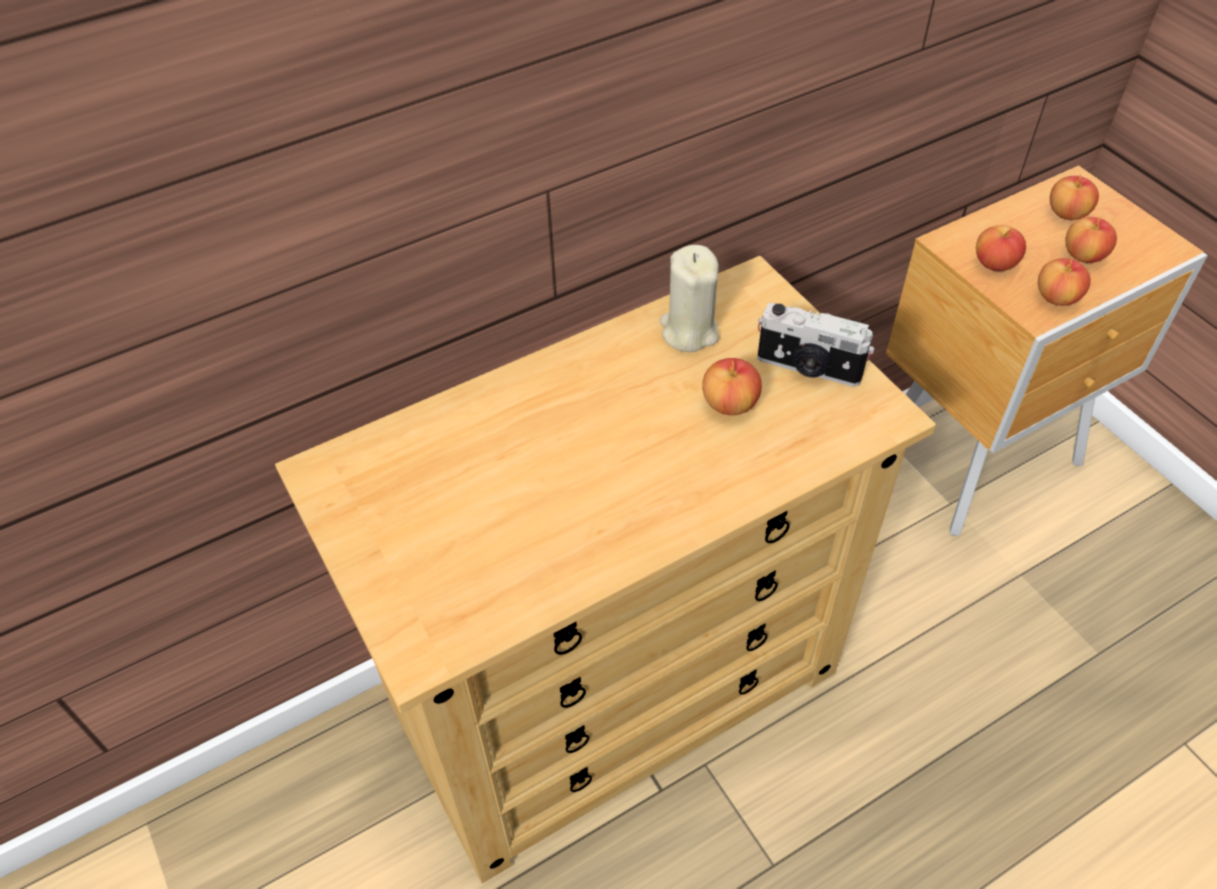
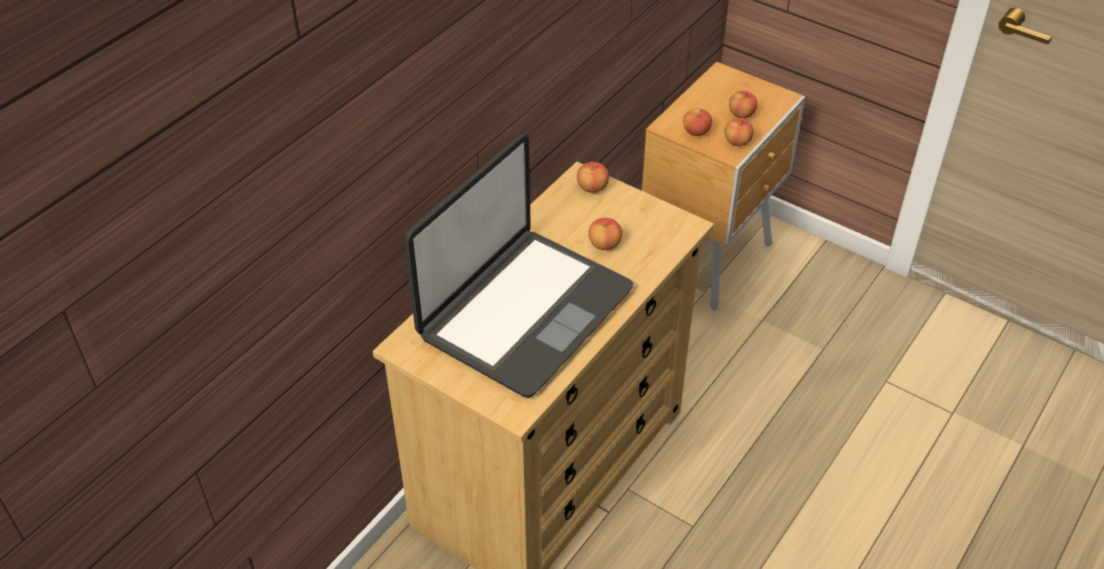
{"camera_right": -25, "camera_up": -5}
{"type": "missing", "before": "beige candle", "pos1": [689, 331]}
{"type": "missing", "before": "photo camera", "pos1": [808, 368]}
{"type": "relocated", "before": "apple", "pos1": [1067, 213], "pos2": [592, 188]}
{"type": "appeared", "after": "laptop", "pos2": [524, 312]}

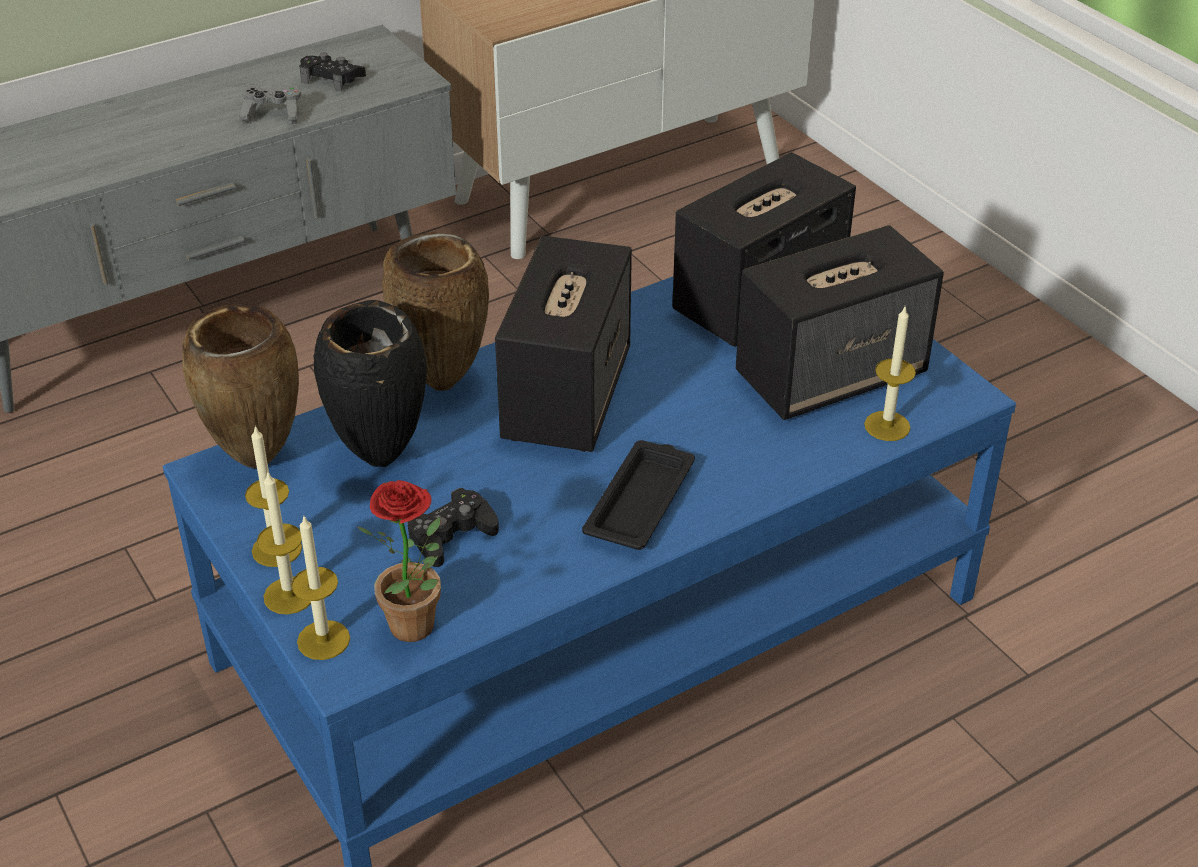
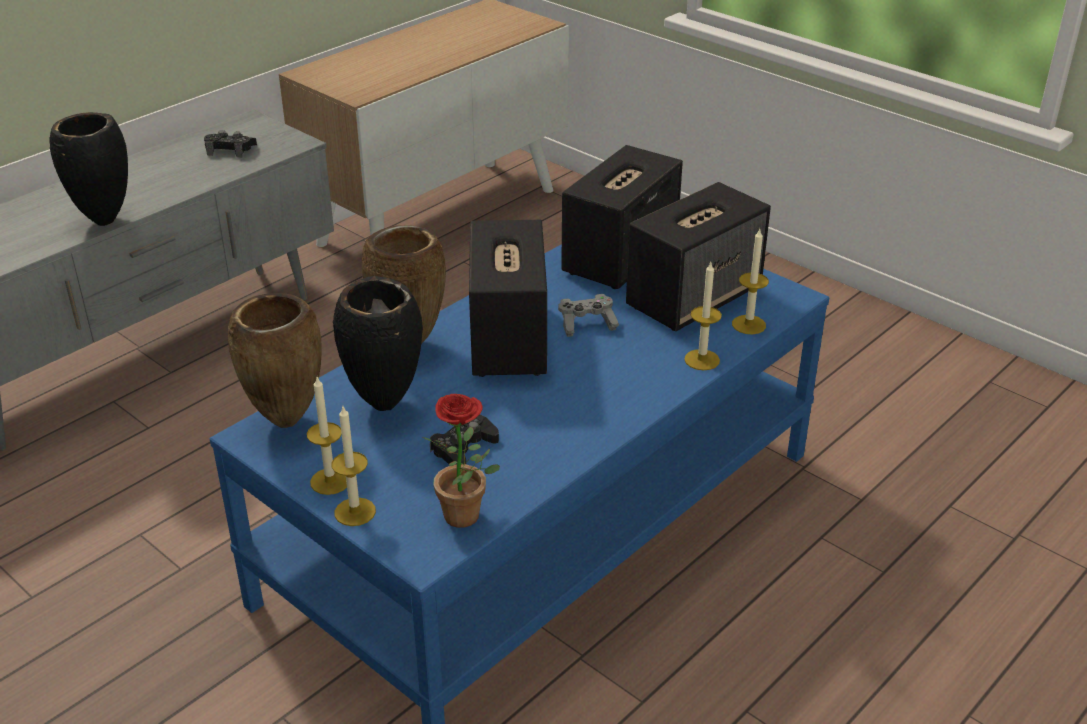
{"camera_right": -15, "camera_up": -5}
{"type": "relocated", "before": "grey game controller", "pos1": [273, 114], "pos2": [587, 324]}
{"type": "relocated", "before": "candle", "pos1": [323, 640], "pos2": [702, 360]}
{"type": "missing", "before": "black tray", "pos1": [641, 501]}
{"type": "appeared", "after": "black vase", "pos2": [105, 222]}

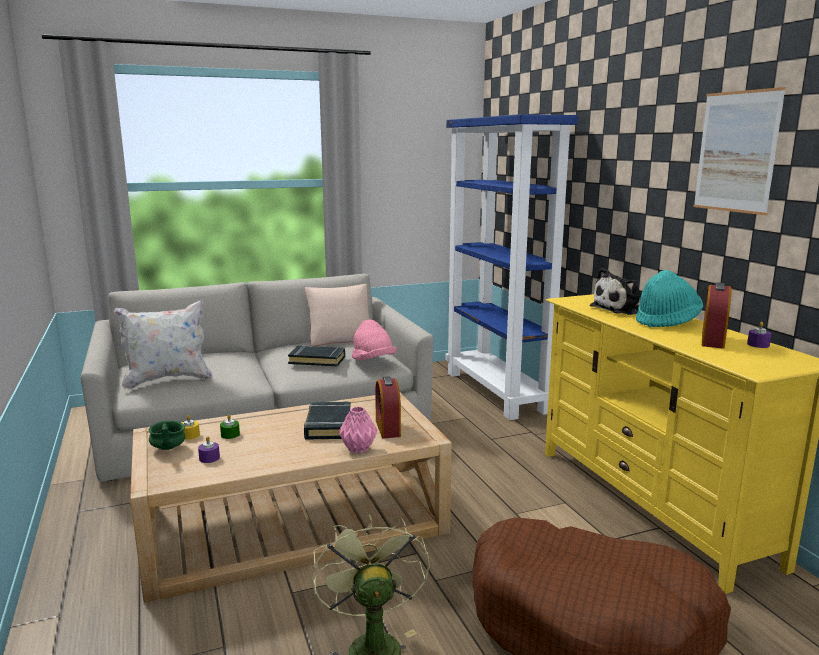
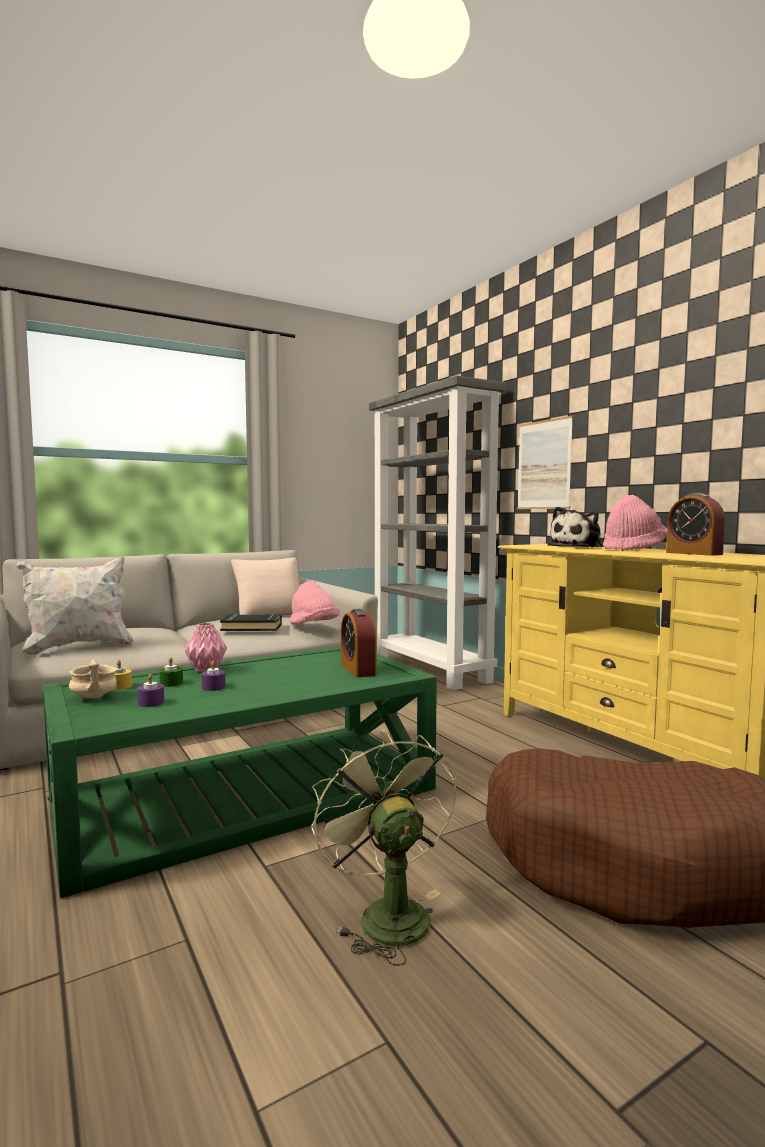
{"camera_right": -10, "camera_up": -10}
{"type": "colour", "before": "beige coffee table", "after": "green coffee table", "pos1": [293, 523], "pos2": [246, 795]}
{"type": "colour", "before": "green bowl", "after": "beige bowl", "pos1": [169, 448], "pos2": [95, 696]}
{"type": "missing", "before": "black book", "pos1": [328, 425]}
{"type": "relocated", "before": "pink vase", "pos1": [358, 449], "pos2": [206, 669]}
{"type": "colour", "before": "blue bookcase", "after": "grey bookcase", "pos1": [497, 392], "pos2": [431, 669]}
{"type": "colour", "before": "turquoise hat", "after": "pink hat", "pos1": [667, 322], "pos2": [633, 549]}
{"type": "relocated", "before": "picture", "pos1": [736, 152], "pos2": [544, 465]}
{"type": "spun", "before": "alarm clock", "pos1": [712, 341], "pos2": [693, 553], "turn": -45}
{"type": "relocated", "before": "purple candle", "pos1": [758, 344], "pos2": [213, 687]}

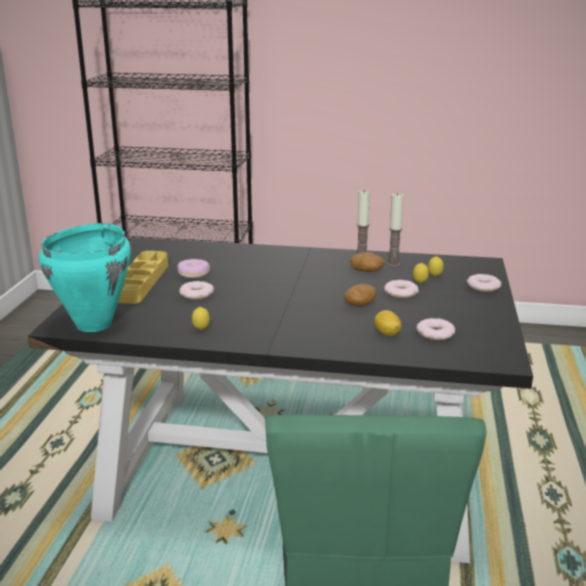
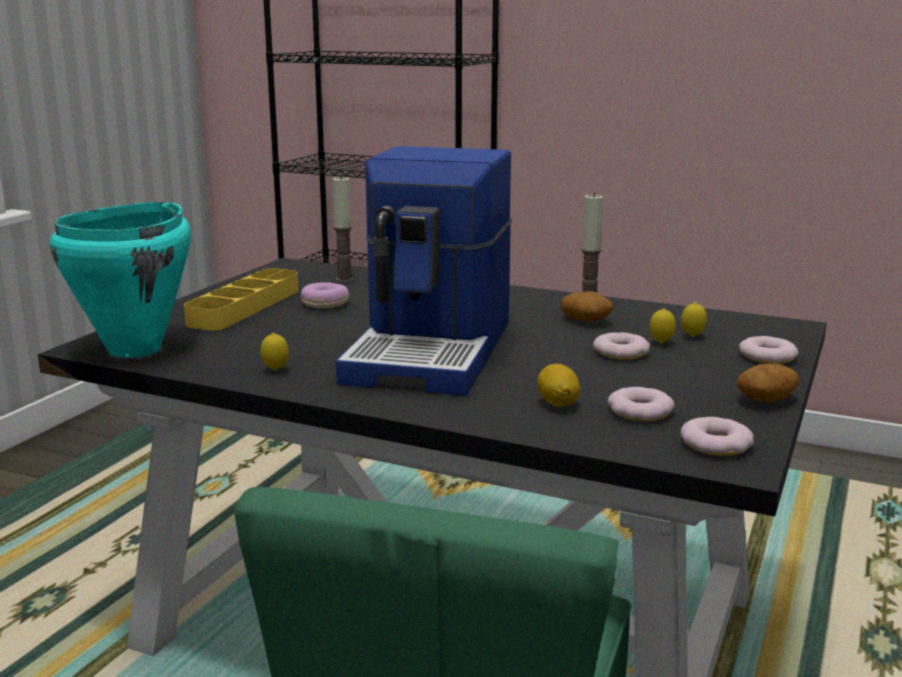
{"camera_right": 15, "camera_up": -5}
{"type": "relocated", "before": "donut", "pos1": [197, 294], "pos2": [716, 444]}
{"type": "relocated", "before": "potato", "pos1": [360, 304], "pos2": [766, 400]}
{"type": "relocated", "before": "candle", "pos1": [393, 264], "pos2": [344, 279]}
{"type": "appeared", "after": "coffee machine", "pos2": [433, 351]}

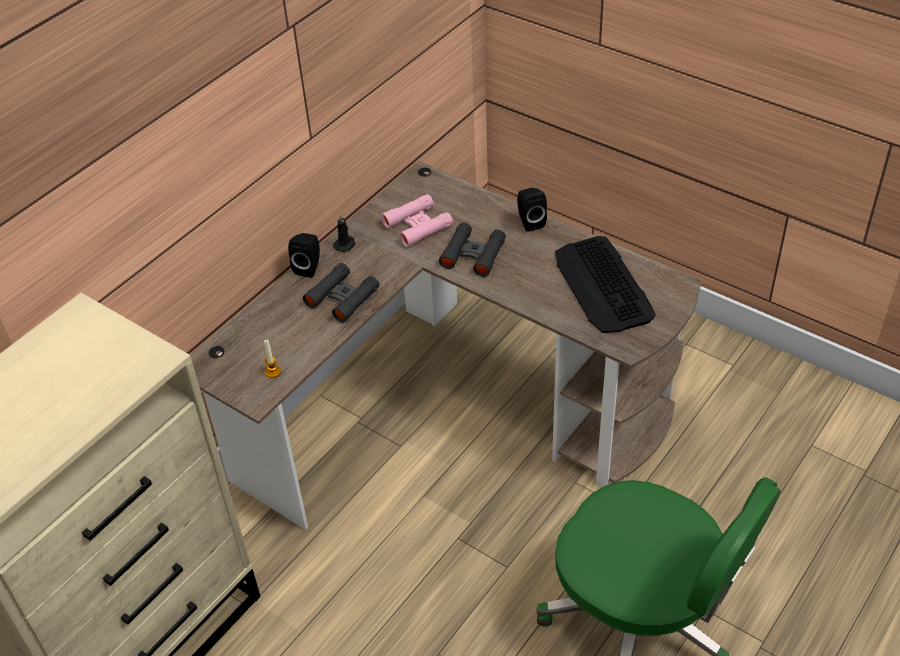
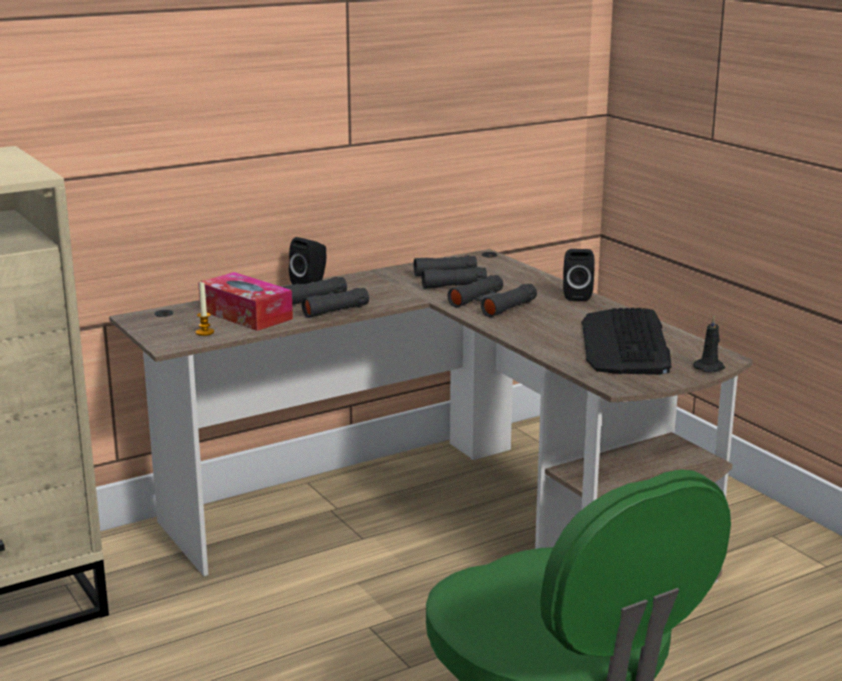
{"camera_right": 20, "camera_up": -25}
{"type": "relocated", "before": "black candle", "pos1": [345, 244], "pos2": [710, 368]}
{"type": "colour", "before": "pink binoculars", "after": "black binoculars", "pos1": [417, 225], "pos2": [449, 280]}
{"type": "appeared", "after": "tissue box", "pos2": [246, 314]}

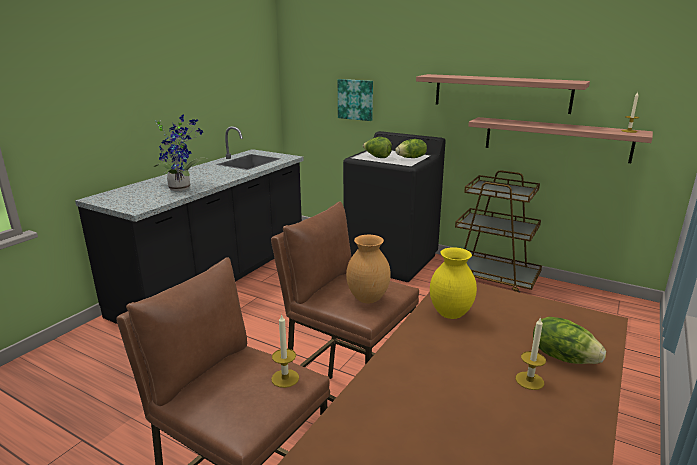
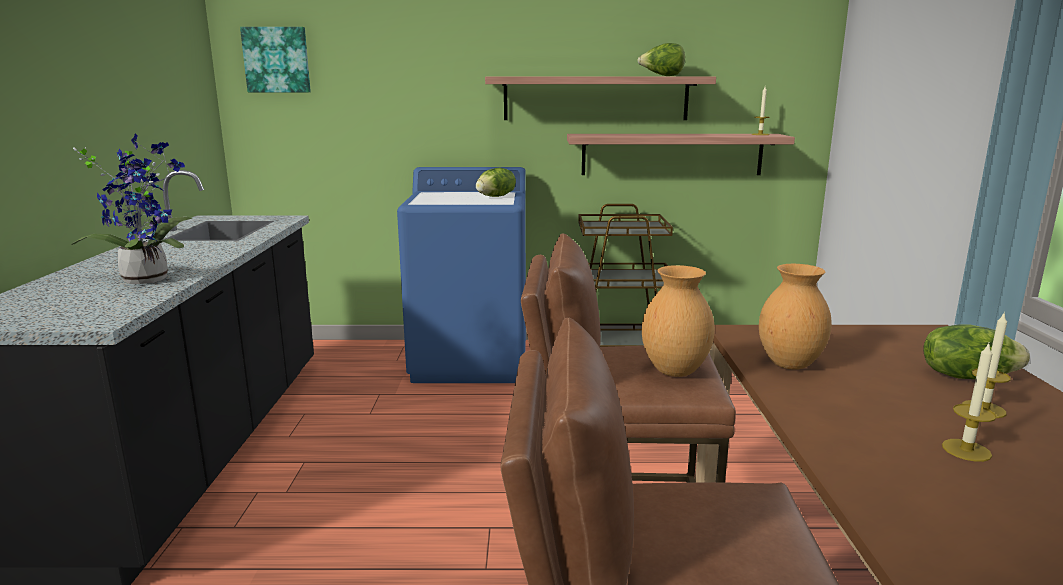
{"camera_right": -30, "camera_up": -5}
{"type": "relocated", "before": "candle", "pos1": [285, 378], "pos2": [966, 450]}
{"type": "relocated", "before": "picture", "pos1": [356, 99], "pos2": [277, 60]}
{"type": "colour", "before": "black washing machine", "after": "blue washing machine", "pos1": [391, 261], "pos2": [471, 361]}
{"type": "relocated", "before": "lettuce", "pos1": [377, 157], "pos2": [662, 76]}
{"type": "colour", "before": "yellow vase", "after": "brown vase", "pos1": [450, 314], "pos2": [788, 364]}

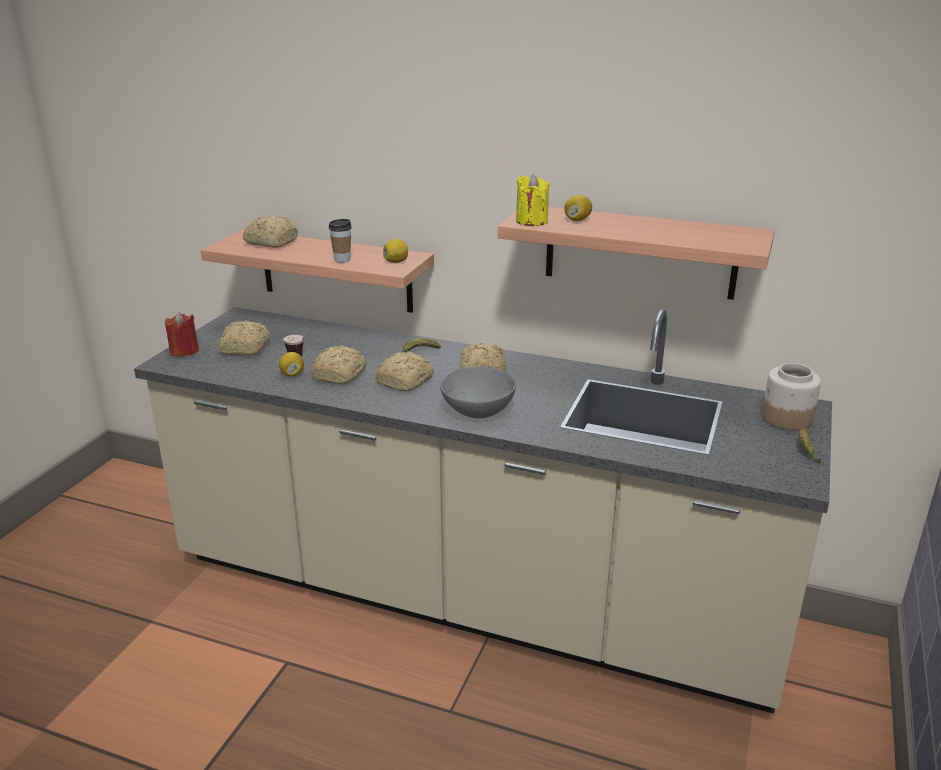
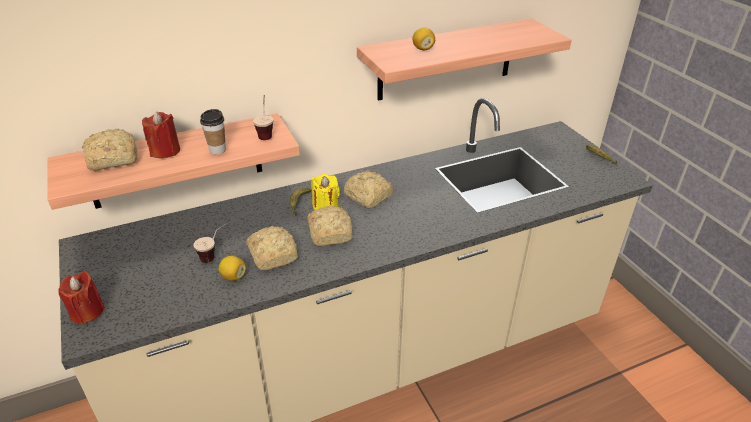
{"camera_right": -45, "camera_up": 10}
{"type": "missing", "before": "bread", "pos1": [244, 348]}
{"type": "exchanged", "before": "lemon", "after": "cup", "pos1": [396, 262], "pos2": [266, 133]}
{"type": "missing", "before": "grey bowl", "pos1": [477, 411]}
{"type": "relocated", "before": "yellow candle", "pos1": [531, 221], "pos2": [325, 207]}
{"type": "missing", "before": "jar", "pos1": [786, 418]}
{"type": "appeared", "after": "red candle", "pos2": [165, 151]}

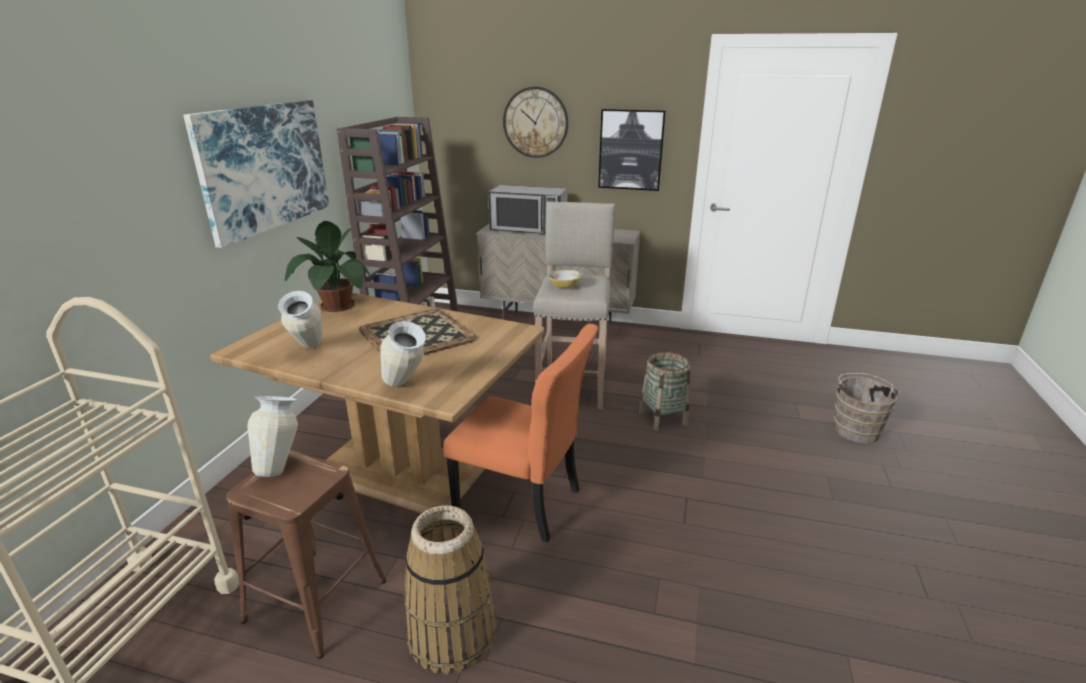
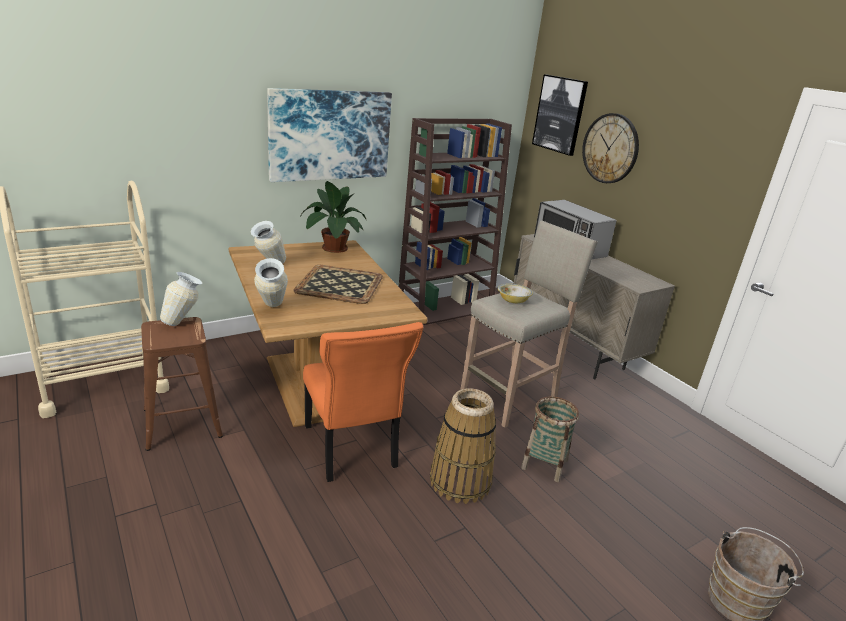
{"camera_right": 40, "camera_up": 0}
{"type": "relocated", "before": "basket", "pos1": [452, 633], "pos2": [460, 481]}
{"type": "relocated", "before": "picture", "pos1": [631, 150], "pos2": [560, 114]}

